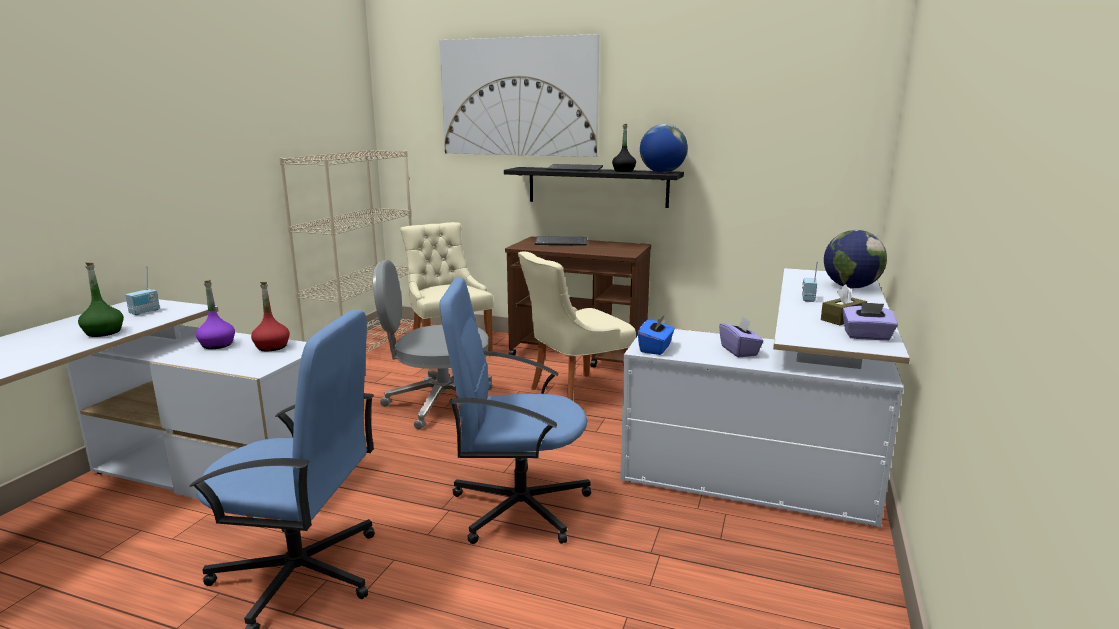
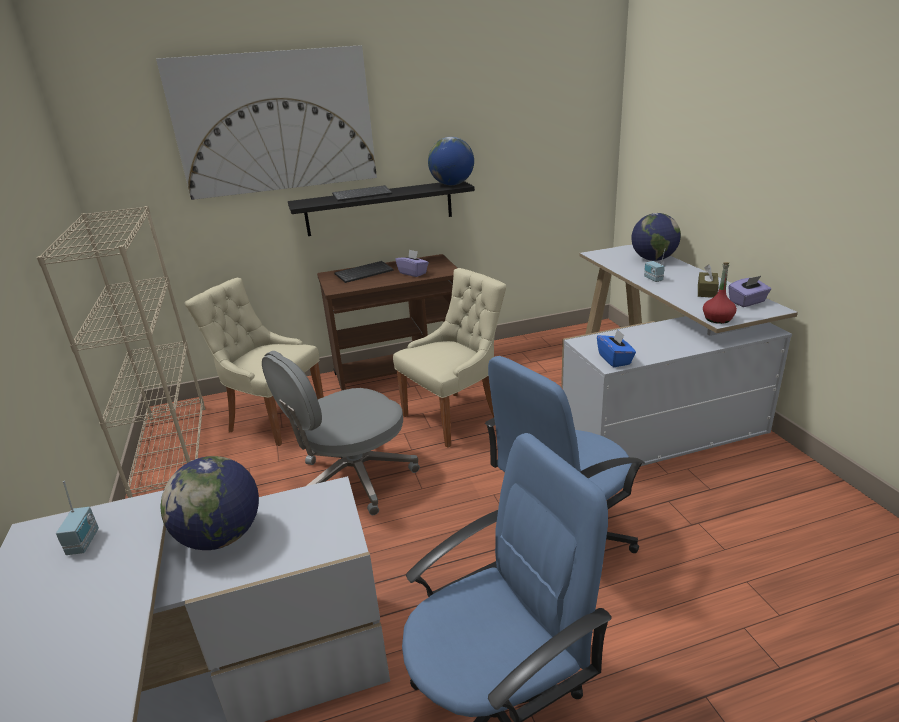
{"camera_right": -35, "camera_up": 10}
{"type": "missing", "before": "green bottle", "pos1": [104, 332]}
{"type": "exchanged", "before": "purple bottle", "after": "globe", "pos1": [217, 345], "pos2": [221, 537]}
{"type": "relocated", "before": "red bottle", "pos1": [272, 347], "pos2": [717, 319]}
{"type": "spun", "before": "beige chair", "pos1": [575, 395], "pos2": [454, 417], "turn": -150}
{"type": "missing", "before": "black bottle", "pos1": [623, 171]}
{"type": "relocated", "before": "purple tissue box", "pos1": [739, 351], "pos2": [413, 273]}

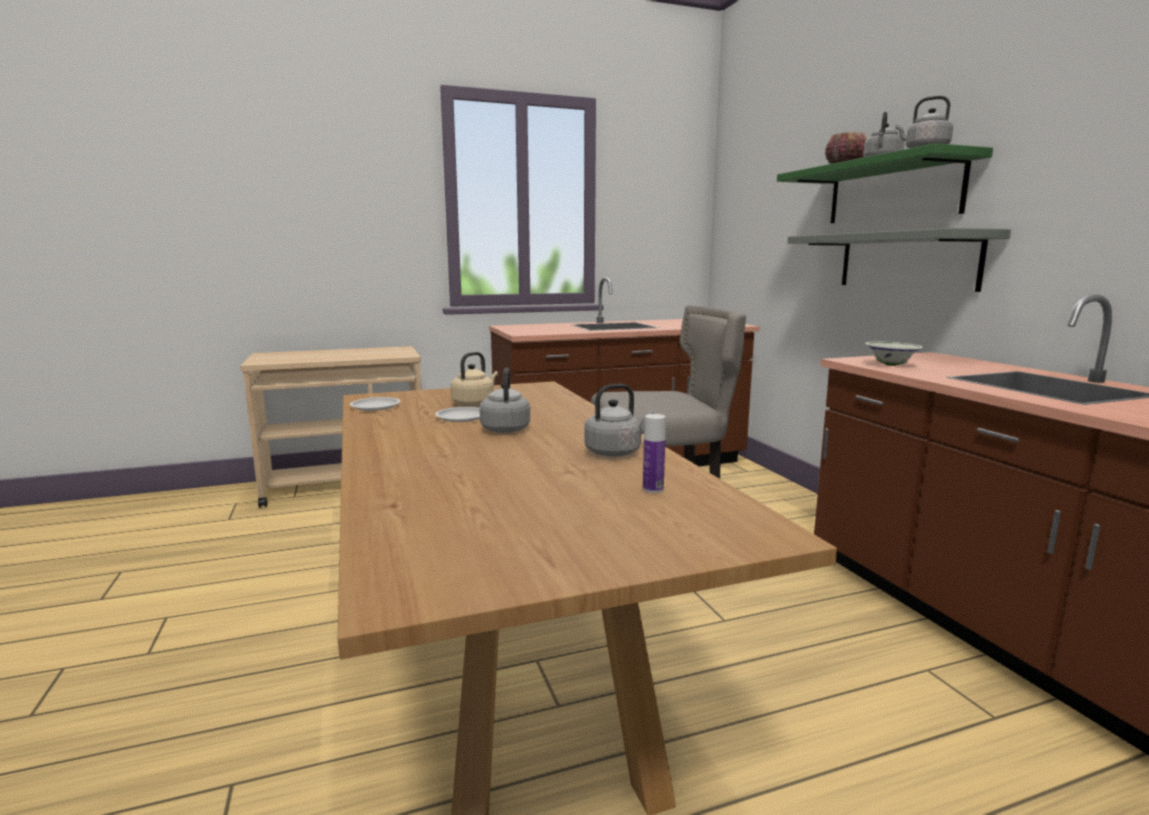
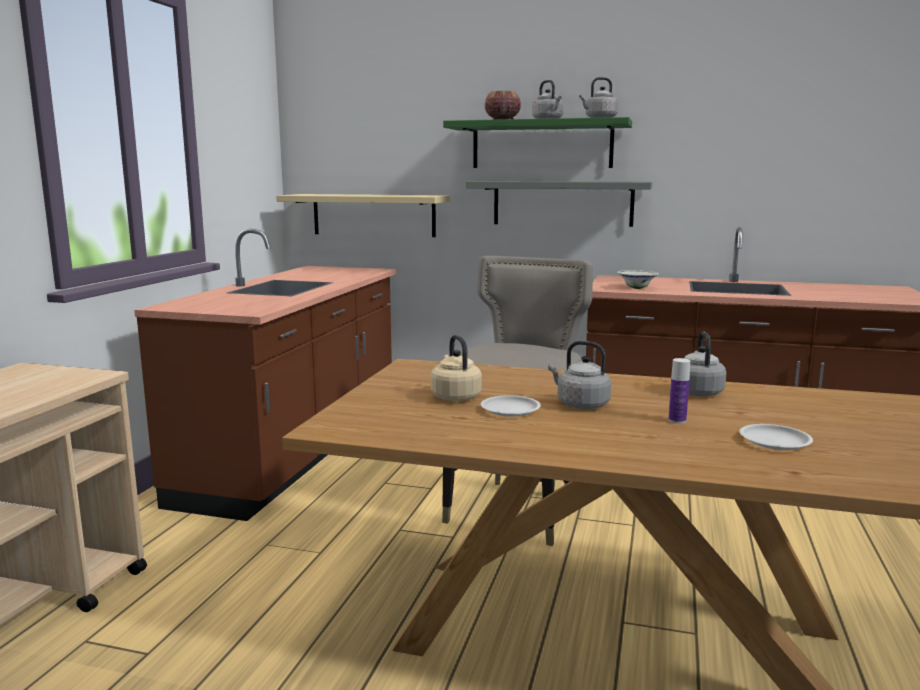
{"camera_right": -55, "camera_up": 0}
{"type": "relocated", "before": "white plate", "pos1": [375, 407], "pos2": [775, 441]}
{"type": "relocated", "before": "bottle", "pos1": [653, 489], "pos2": [677, 420]}
{"type": "appeared", "after": "beige shelf", "pos2": [373, 215]}

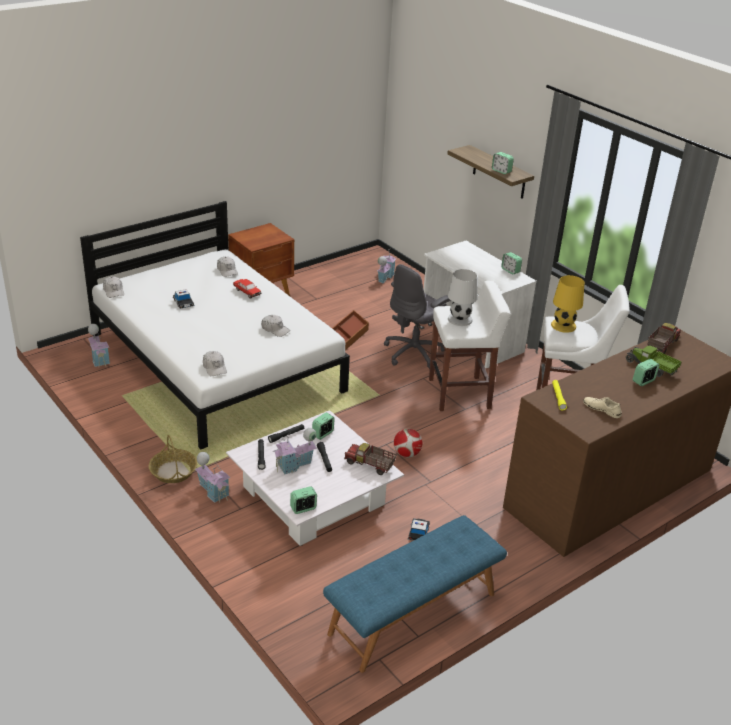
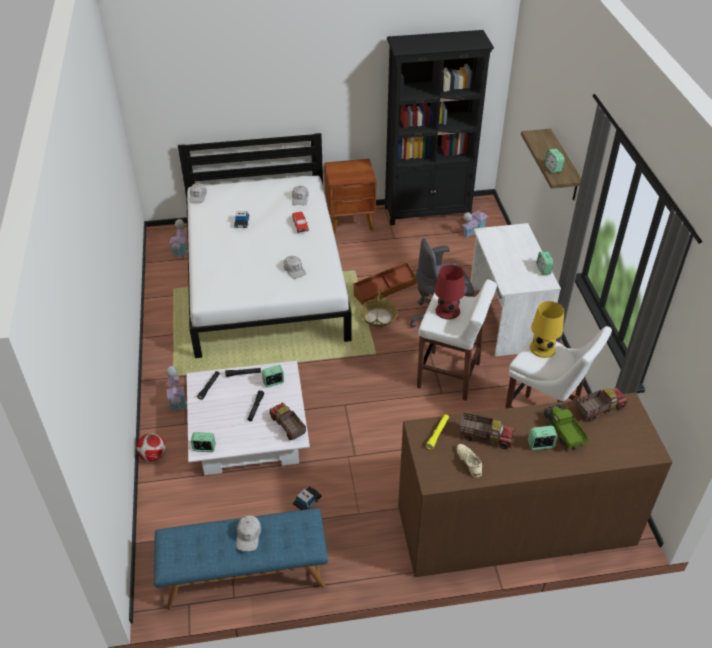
{"camera_right": 30, "camera_up": 10}
{"type": "relocated", "before": "basket", "pos1": [173, 471], "pos2": [378, 317]}
{"type": "relocated", "before": "white cap", "pos1": [214, 367], "pos2": [248, 536]}
{"type": "missing", "before": "toy house", "pos1": [295, 465]}
{"type": "relocated", "before": "football", "pos1": [406, 454], "pos2": [153, 456]}
{"type": "colour", "before": "white table lamp", "after": "red table lamp", "pos1": [460, 319], "pos2": [447, 311]}
{"type": "appeared", "after": "black bookcase", "pos2": [428, 212]}
{"type": "appeared", "after": "toy truck", "pos2": [485, 436]}

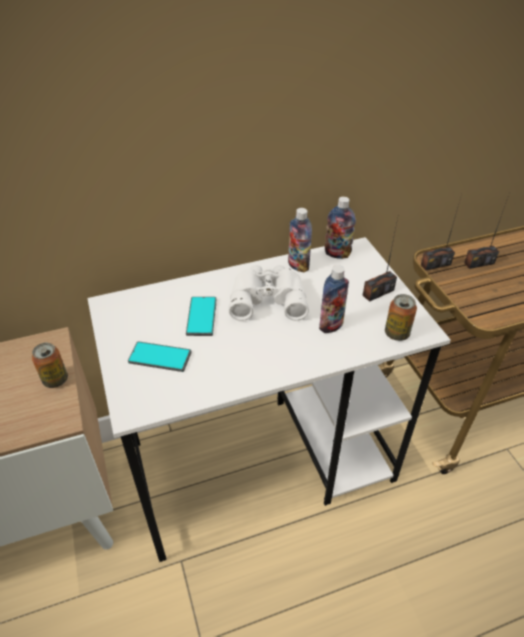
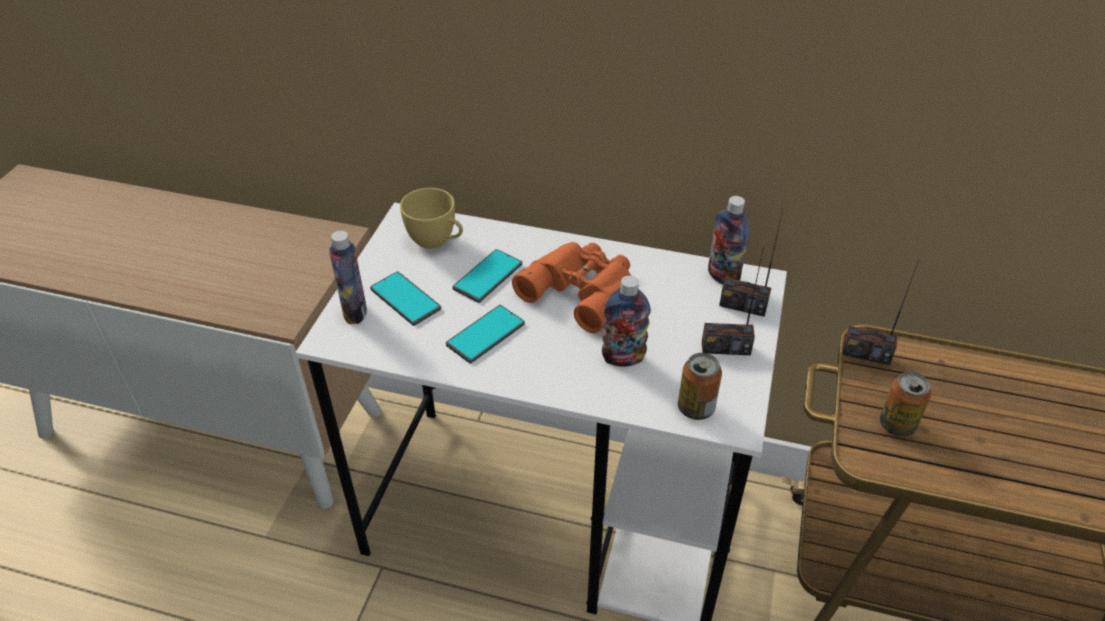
{"camera_right": 35, "camera_up": 0}
{"type": "relocated", "before": "can", "pos1": [55, 380], "pos2": [897, 425]}
{"type": "colour", "before": "white binoculars", "after": "orange binoculars", "pos1": [267, 297], "pos2": [582, 289]}
{"type": "relocated", "before": "bottle", "pos1": [298, 265], "pos2": [355, 312]}
{"type": "relocated", "before": "radio", "pos1": [479, 263], "pos2": [743, 306]}
{"type": "appeared", "after": "yellow cup", "pos2": [437, 241]}
{"type": "appeared", "after": "phone", "pos2": [485, 334]}

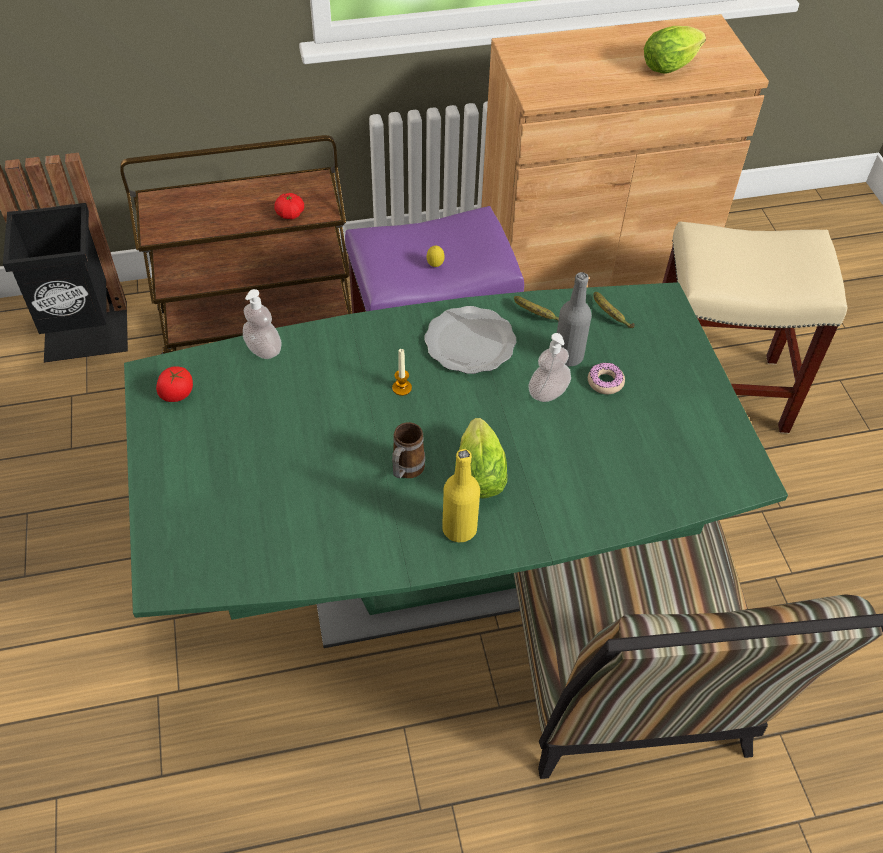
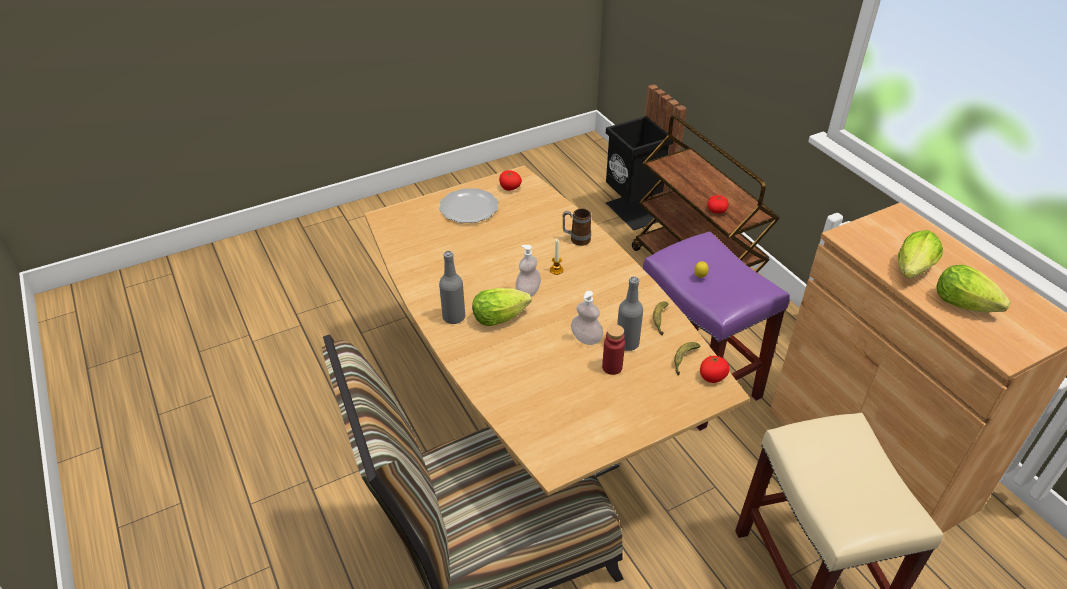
{"camera_right": 75, "camera_up": -10}
{"type": "colour", "before": "green dining table", "after": "brown dining table", "pos1": [437, 571], "pos2": [533, 420]}
{"type": "relocated", "before": "soap dispenser", "pos1": [264, 350], "pos2": [528, 292]}
{"type": "relocated", "before": "mug", "pos1": [405, 471], "pos2": [576, 239]}
{"type": "relocated", "before": "plate", "pos1": [470, 344], "pos2": [468, 208]}
{"type": "colour", "before": "yellow bottle", "after": "grey bottle", "pos1": [459, 529], "pos2": [454, 317]}
{"type": "exchanged", "before": "donut", "after": "red bottle", "pos1": [605, 382], "pos2": [612, 367]}
{"type": "appeared", "after": "tomato", "pos2": [712, 377]}
{"type": "appeared", "after": "lettuce", "pos2": [911, 272]}

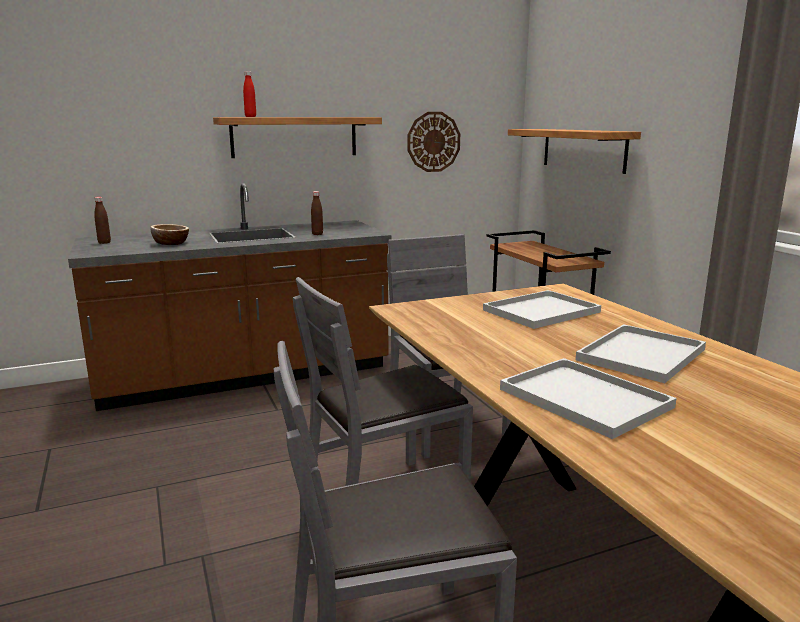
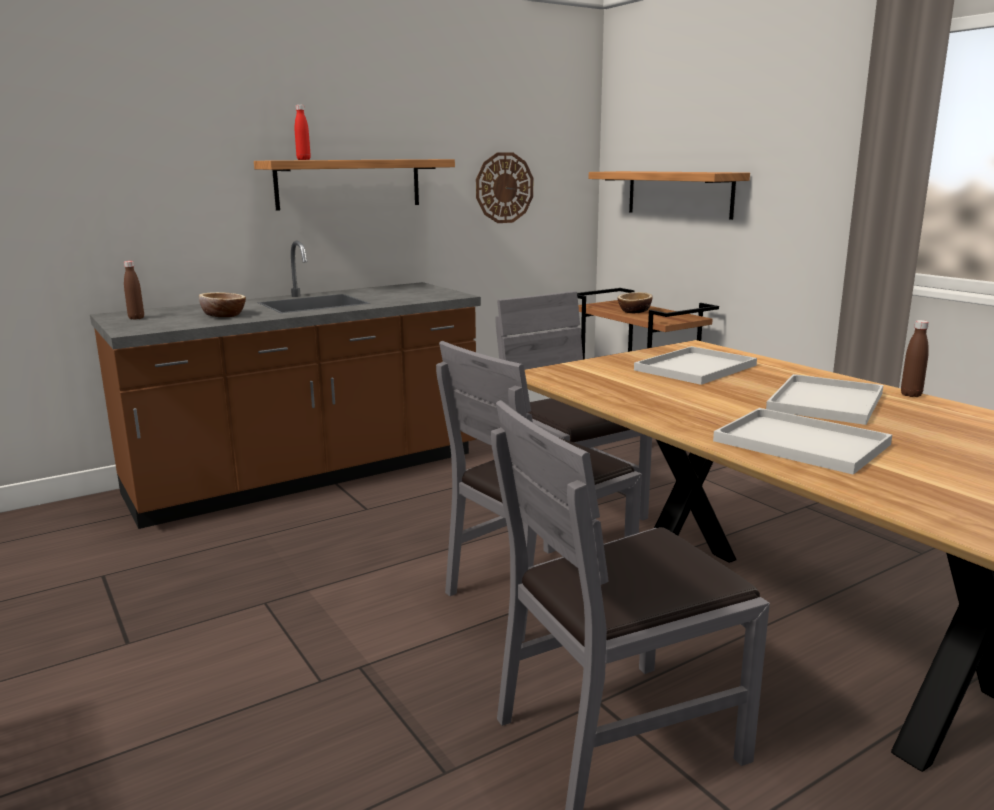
{"camera_right": -10, "camera_up": 0}
{"type": "relocated", "before": "brown bottle", "pos1": [317, 234], "pos2": [911, 395]}
{"type": "appeared", "after": "bowl", "pos2": [634, 311]}

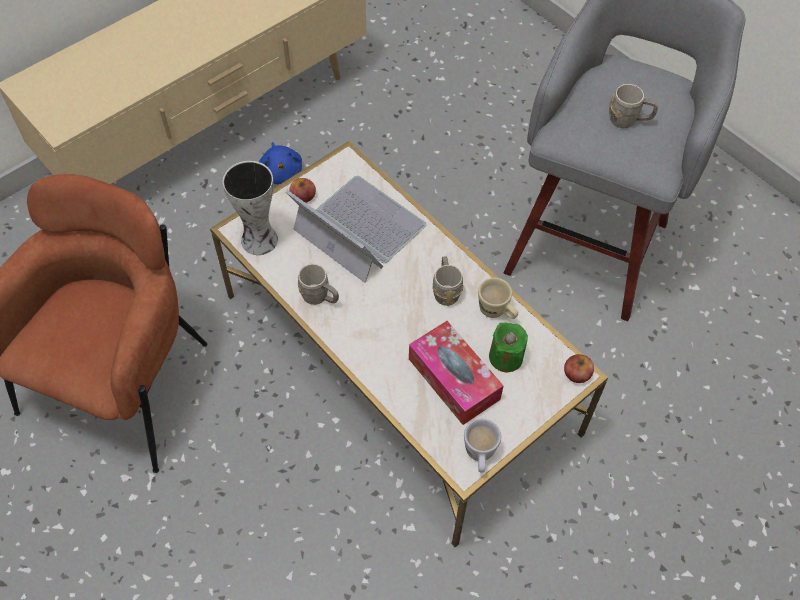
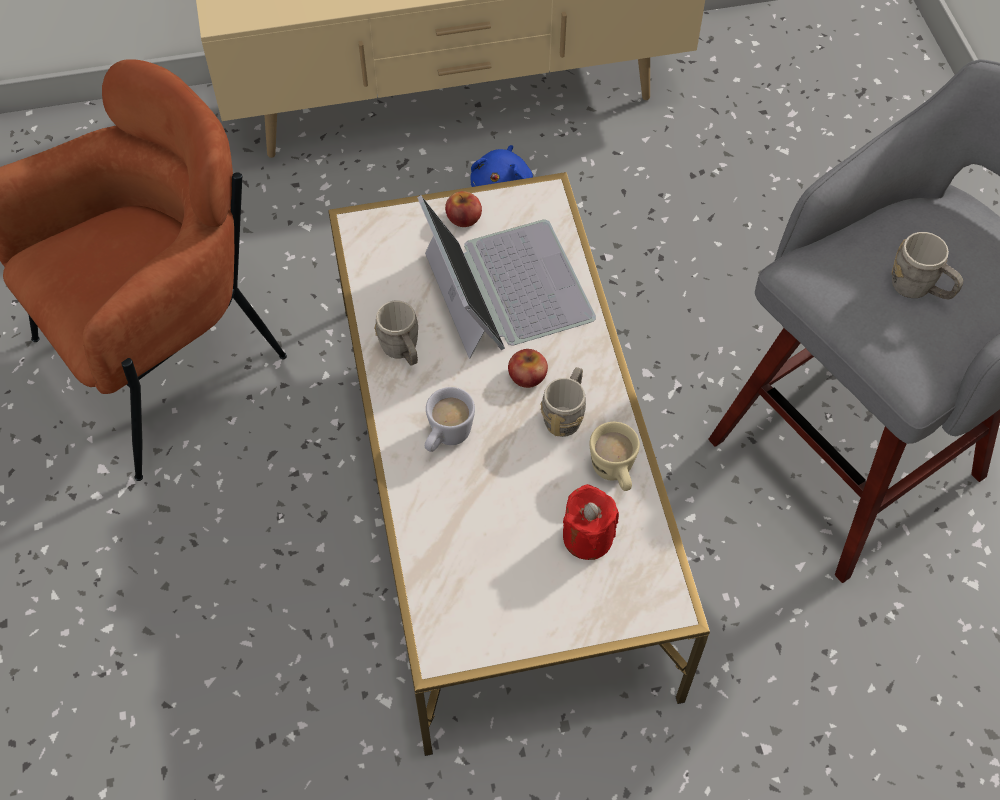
{"camera_right": 30, "camera_up": 0}
{"type": "missing", "before": "vase", "pos1": [260, 241]}
{"type": "missing", "before": "tissue box", "pos1": [453, 379]}
{"type": "relocated", "before": "white mug", "pos1": [479, 456], "pos2": [446, 438]}
{"type": "colour", "before": "green candle", "after": "red candle", "pos1": [505, 357], "pos2": [587, 537]}
{"type": "relocated", "before": "apple", "pos1": [577, 373], "pos2": [527, 375]}

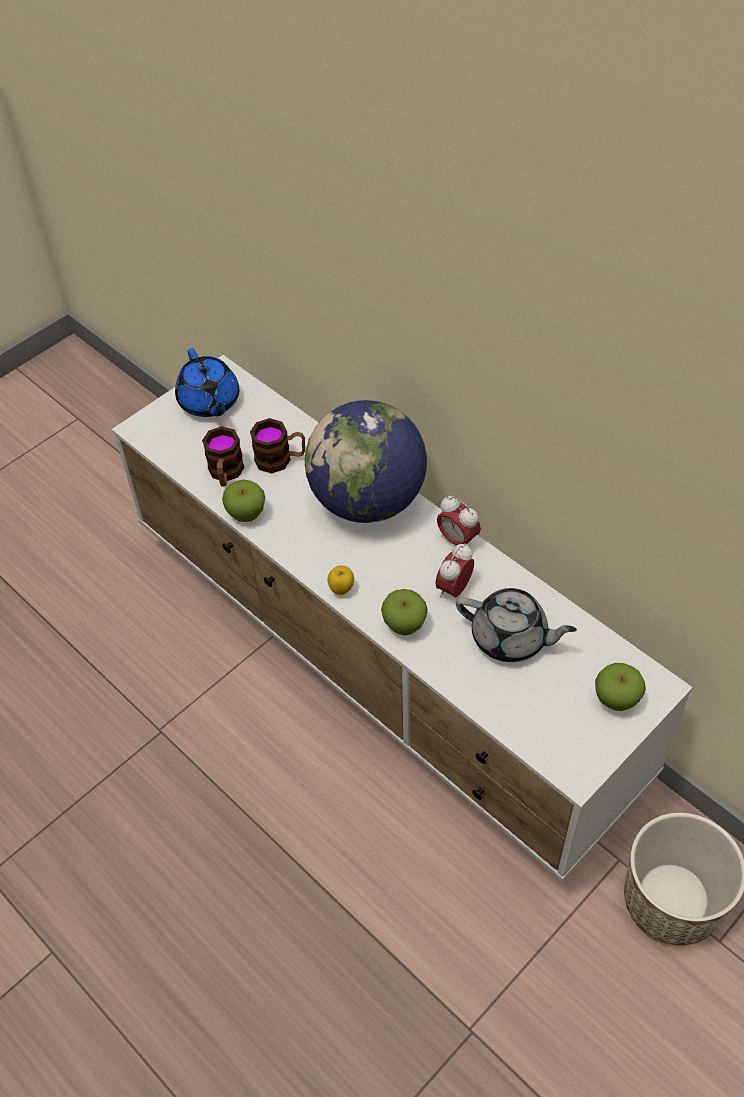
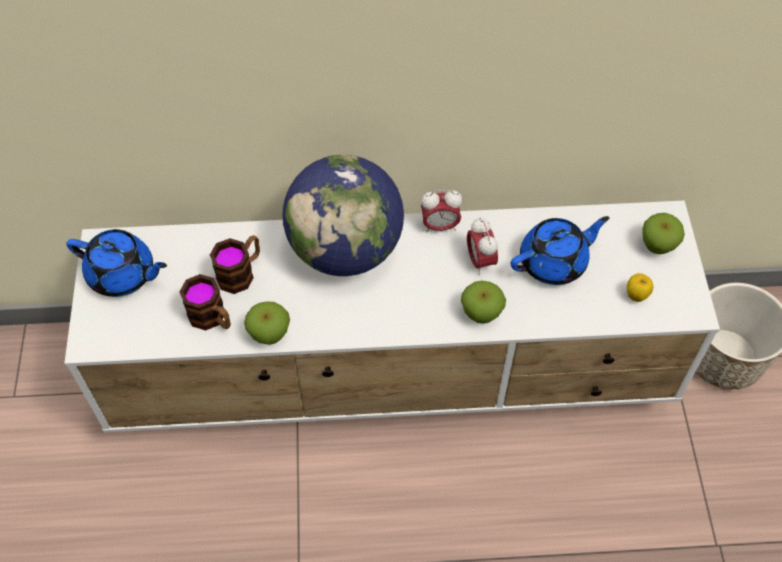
{"camera_right": -50, "camera_up": 5}
{"type": "relocated", "before": "apple", "pos1": [341, 589], "pos2": [636, 296]}
{"type": "colour", "before": "grey teapot", "after": "blue teapot", "pos1": [510, 638], "pos2": [554, 262]}

